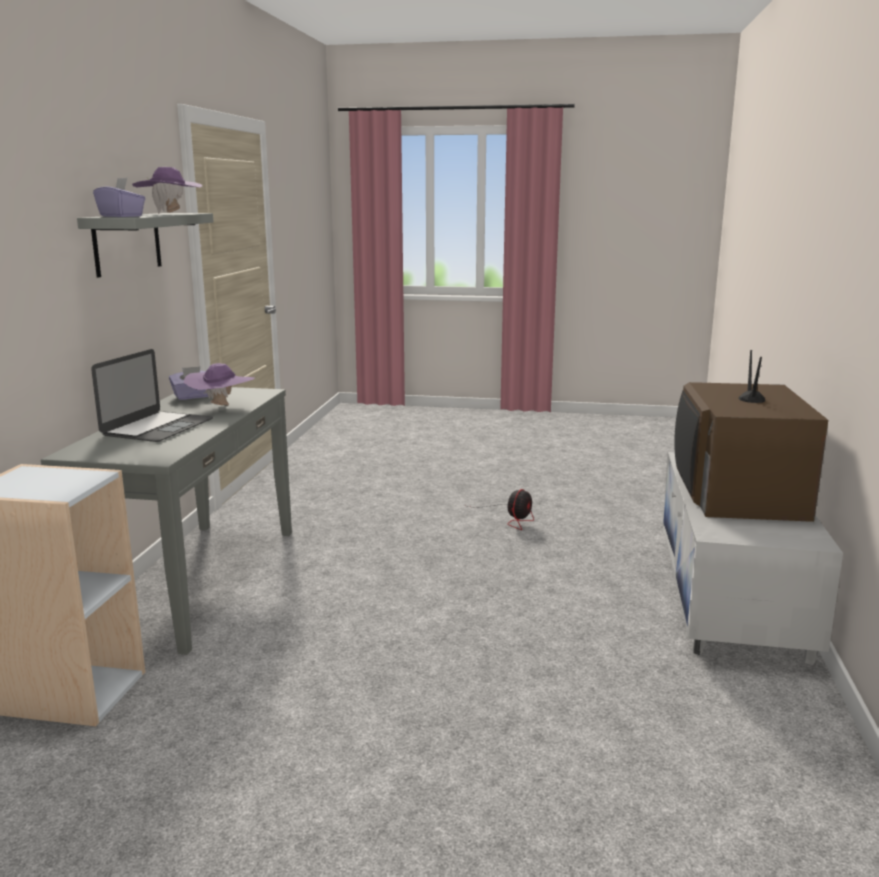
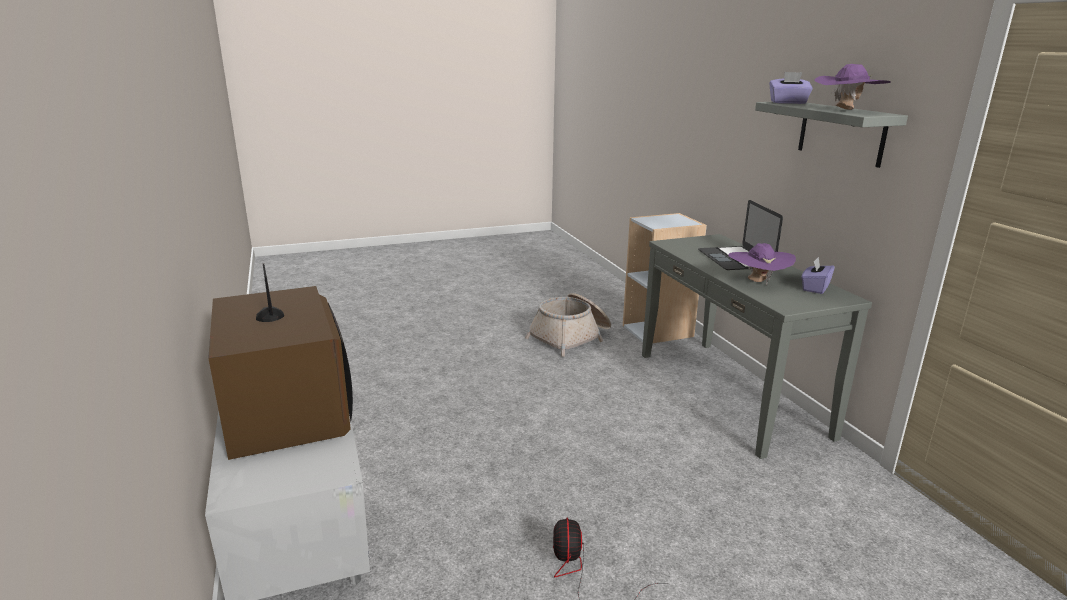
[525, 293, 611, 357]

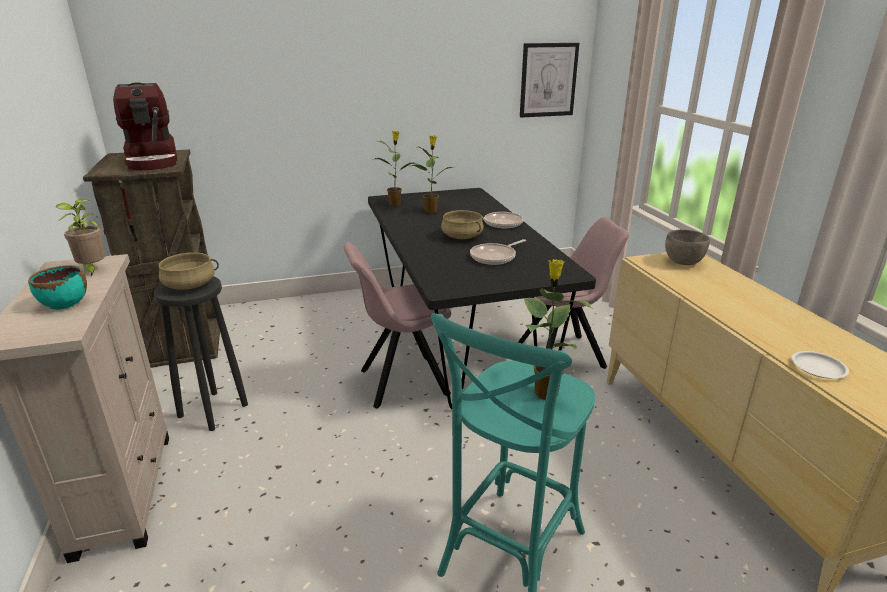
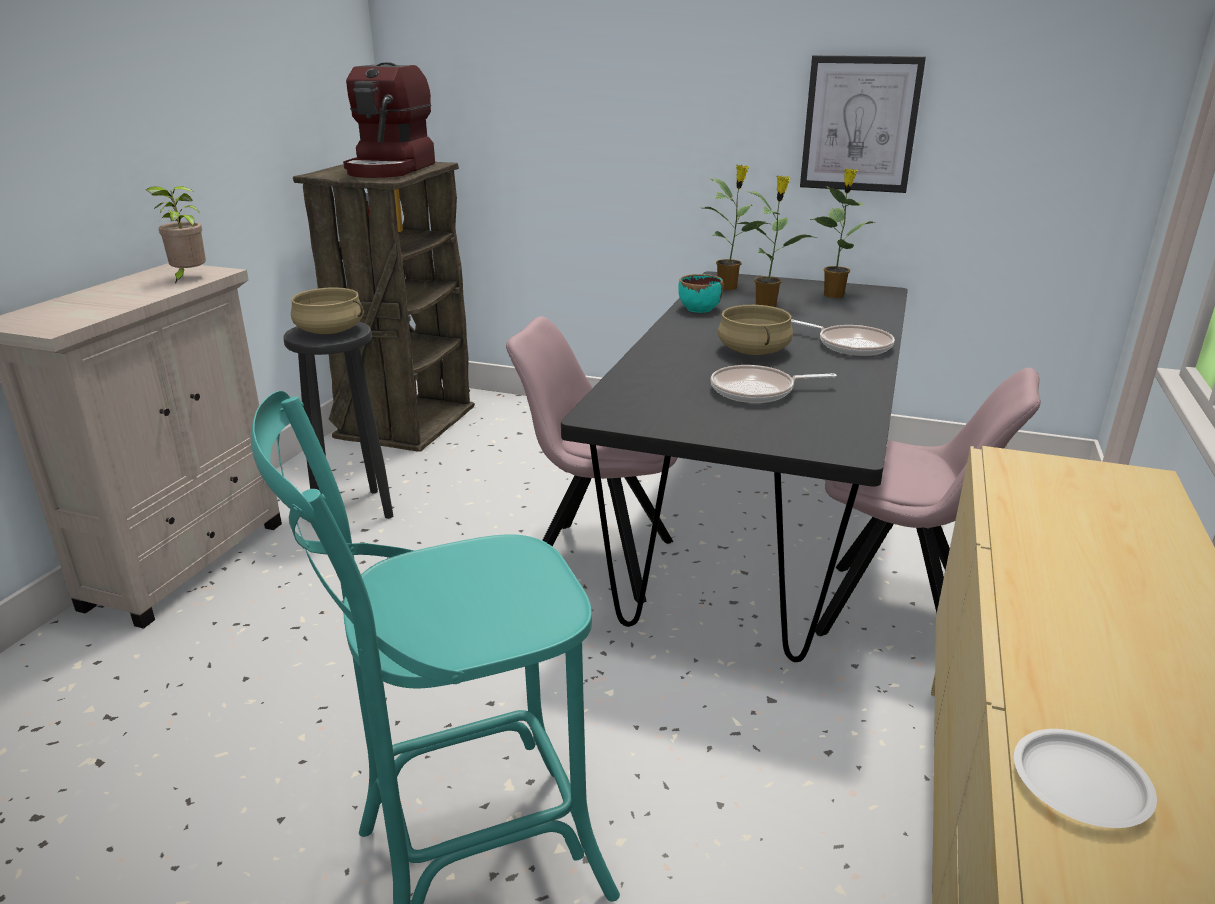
[665, 229, 710, 265] (first image)
[678, 274, 723, 313]
[800, 55, 926, 193]
[810, 169, 876, 298]

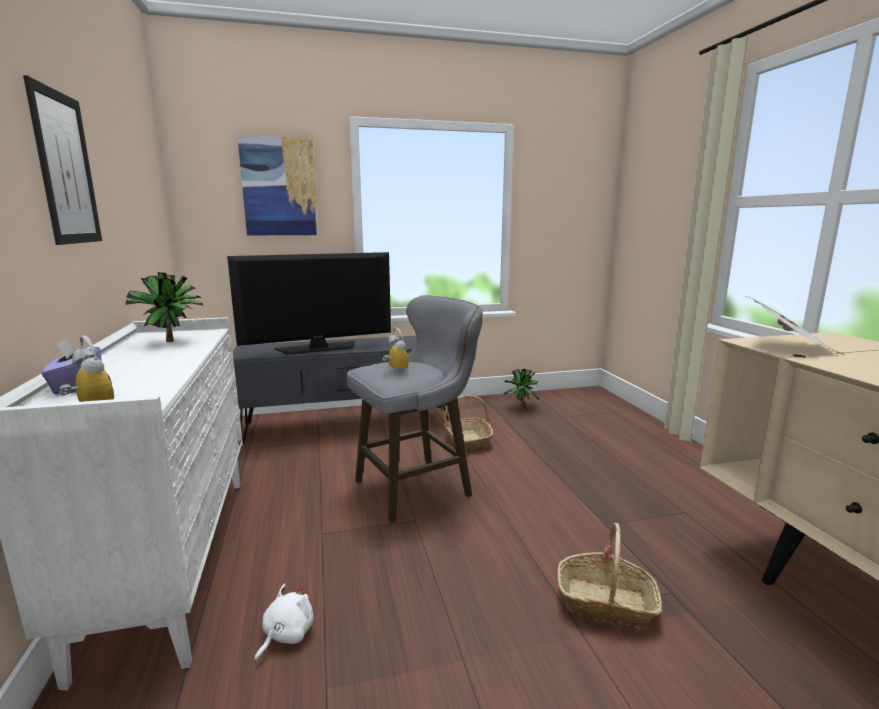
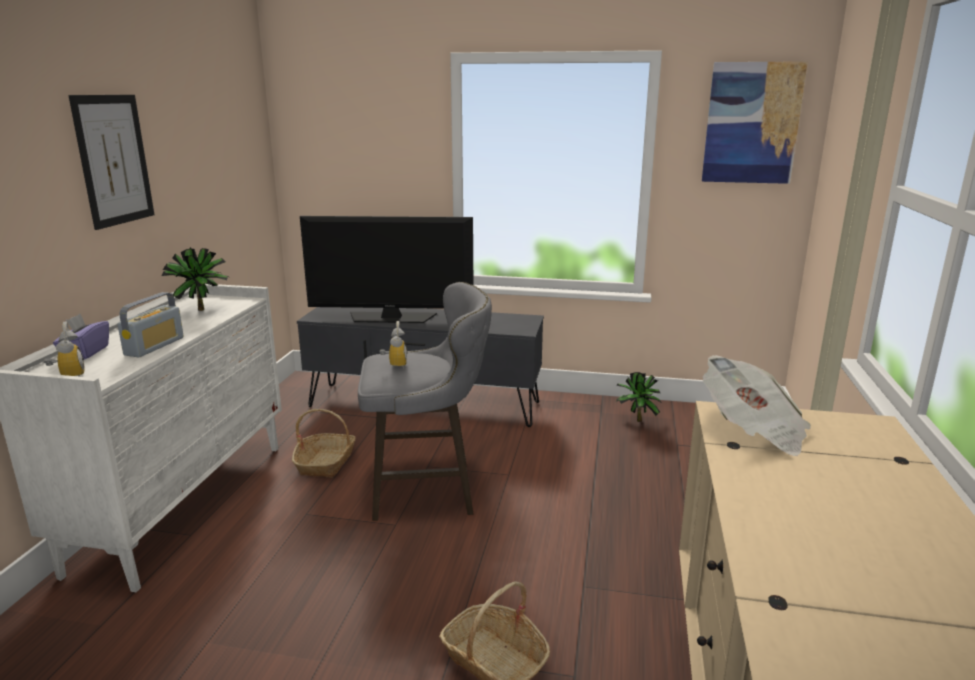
[254, 584, 313, 662] (first image)
[118, 292, 184, 357]
[702, 61, 808, 184]
[292, 409, 356, 478]

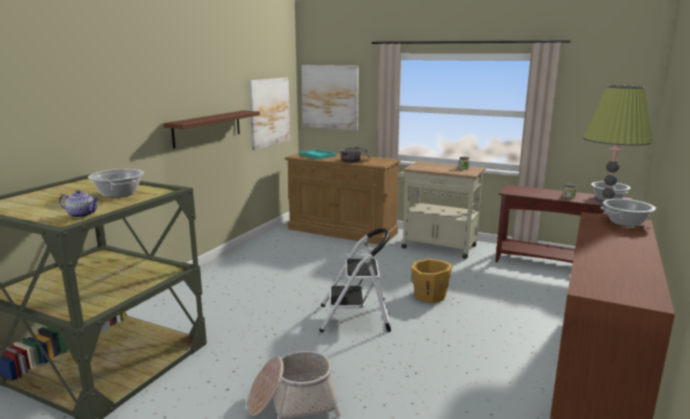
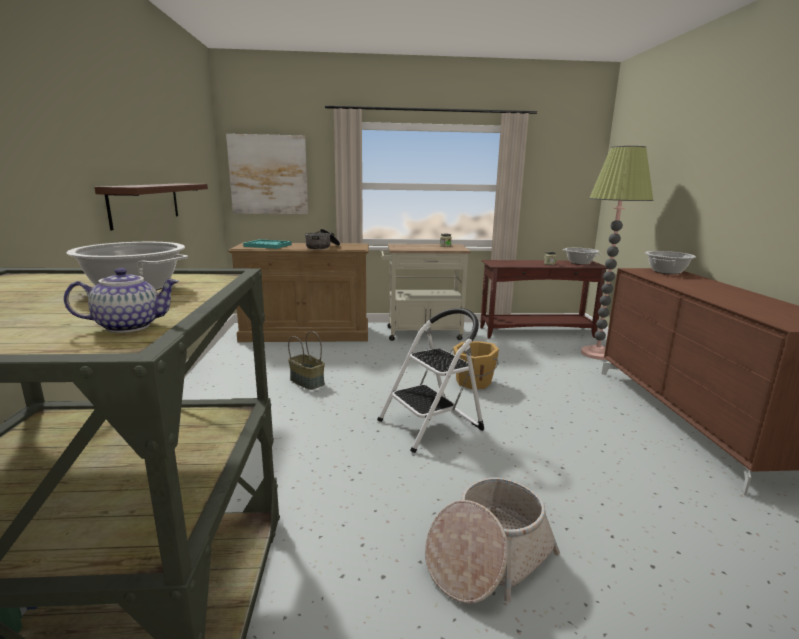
[248, 78, 290, 150] (first image)
[288, 331, 325, 390]

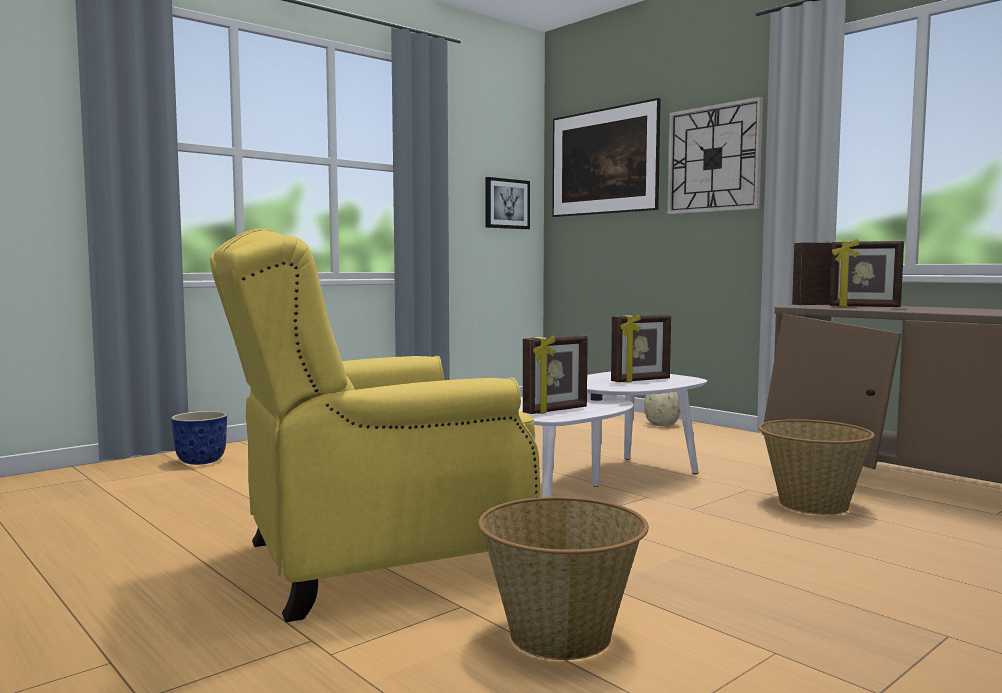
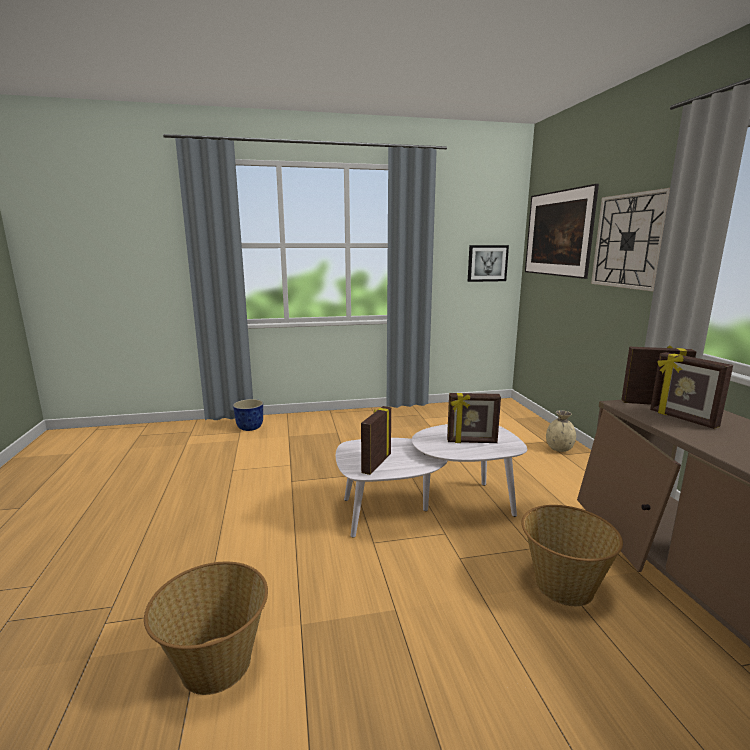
[210, 229, 540, 622] (first image)
[361, 406, 391, 475]

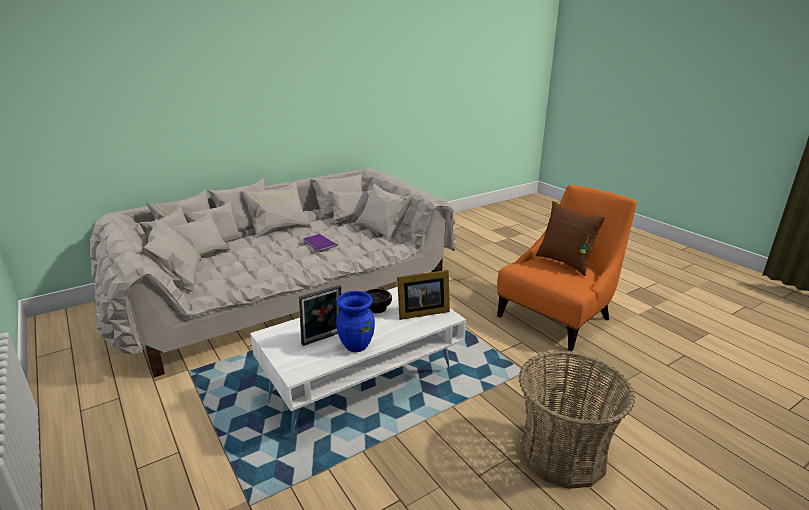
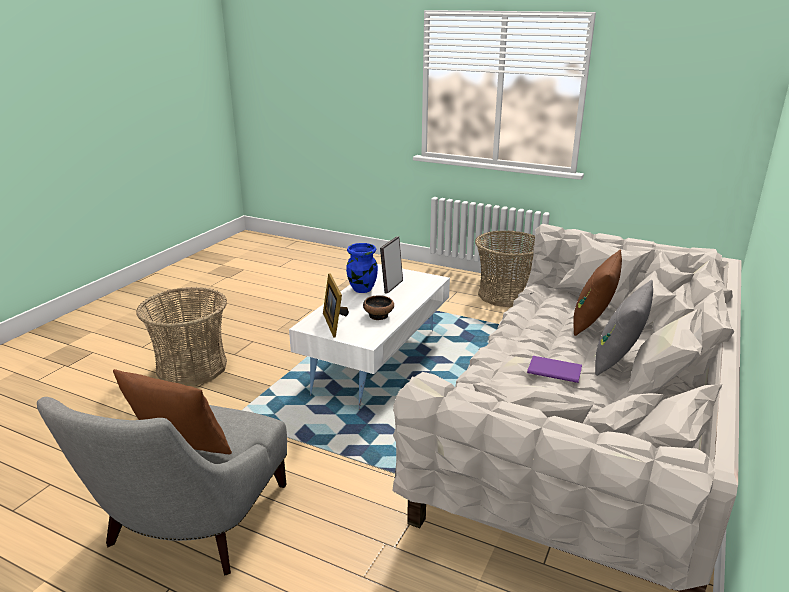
[475, 230, 535, 307]
[573, 250, 622, 336]
[595, 280, 653, 376]
[37, 397, 287, 576]
[323, 273, 349, 337]

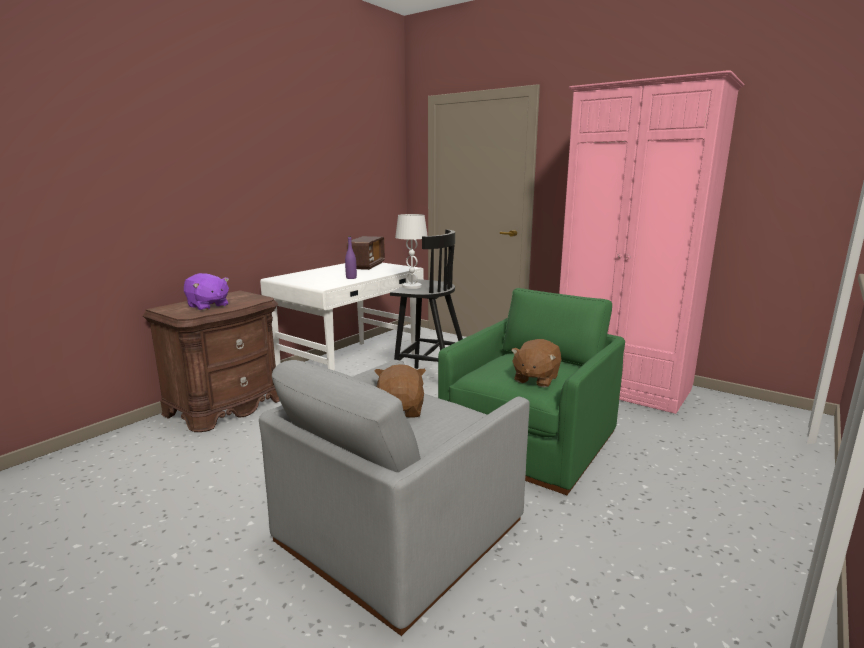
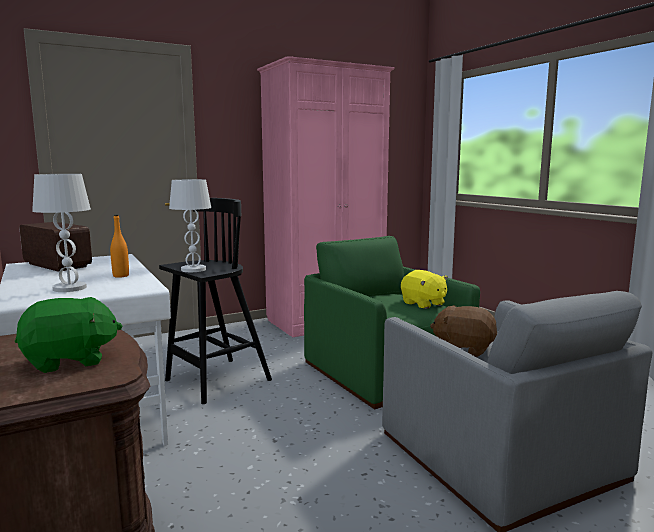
[32, 174, 91, 292]
[15, 297, 122, 373]
[110, 215, 129, 278]
[401, 270, 448, 309]

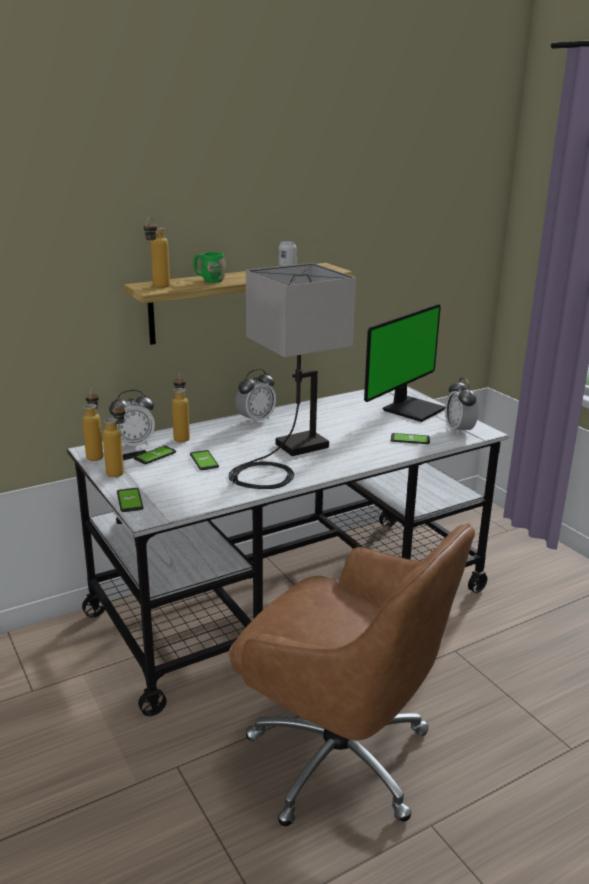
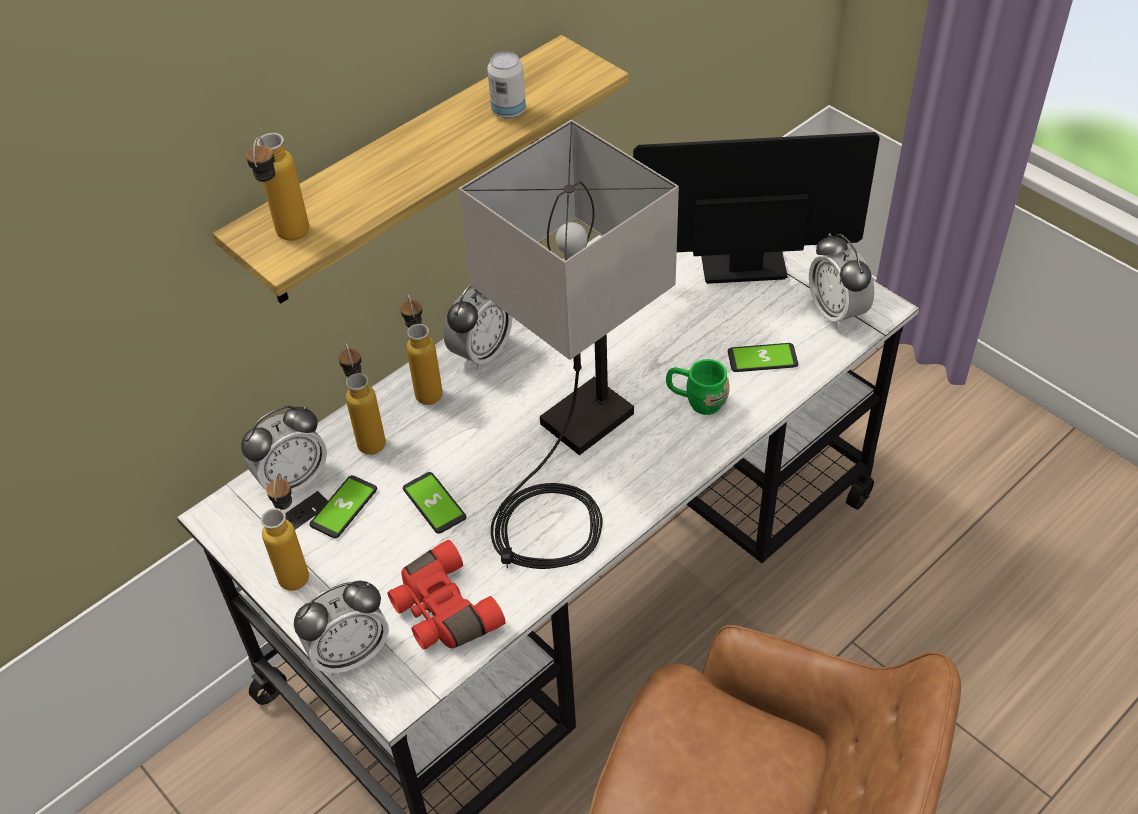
[388, 540, 506, 650]
[400, 295, 443, 405]
[666, 359, 730, 415]
[294, 581, 389, 676]
[633, 132, 880, 284]

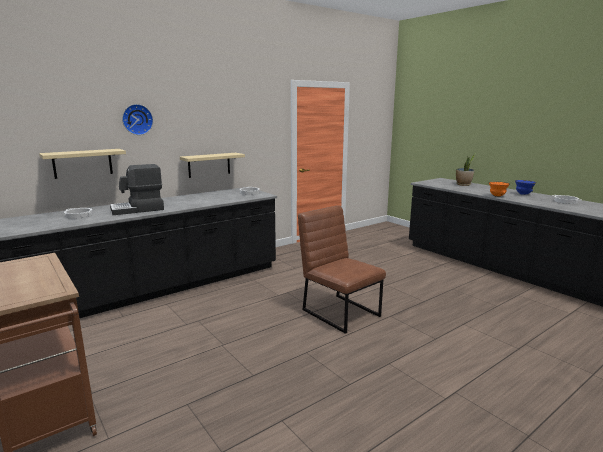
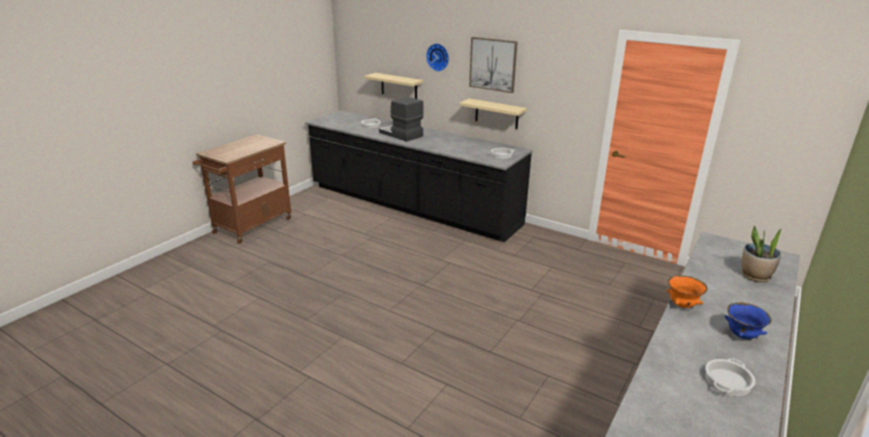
[298, 205, 386, 334] (first image)
[469, 37, 517, 93]

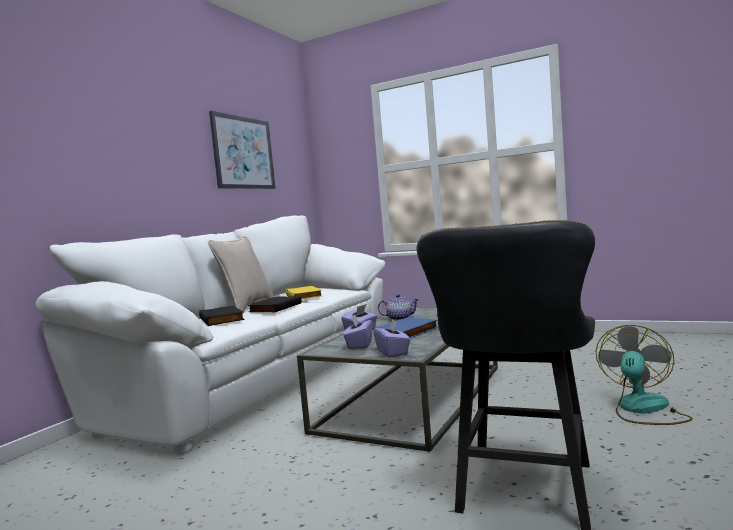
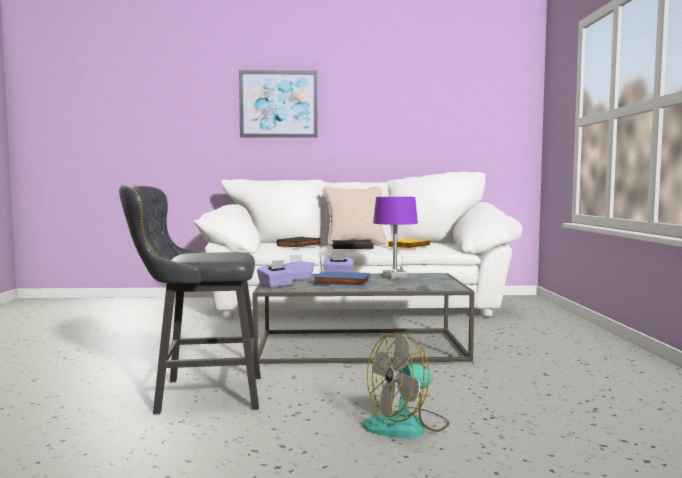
[239, 70, 317, 138]
[373, 197, 418, 279]
[363, 331, 450, 438]

